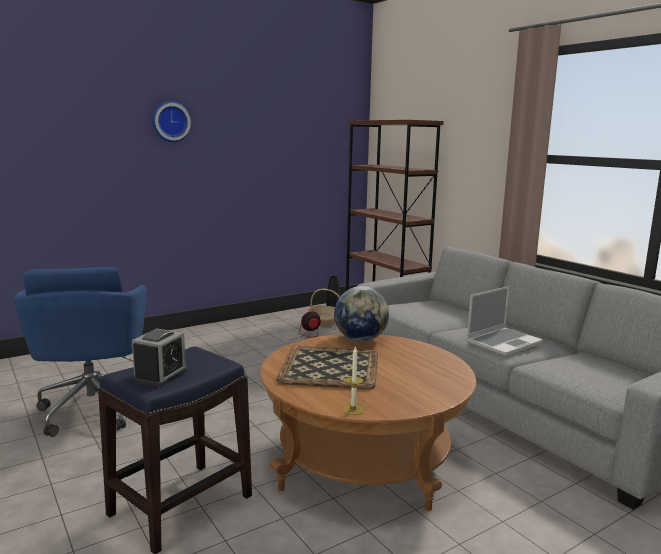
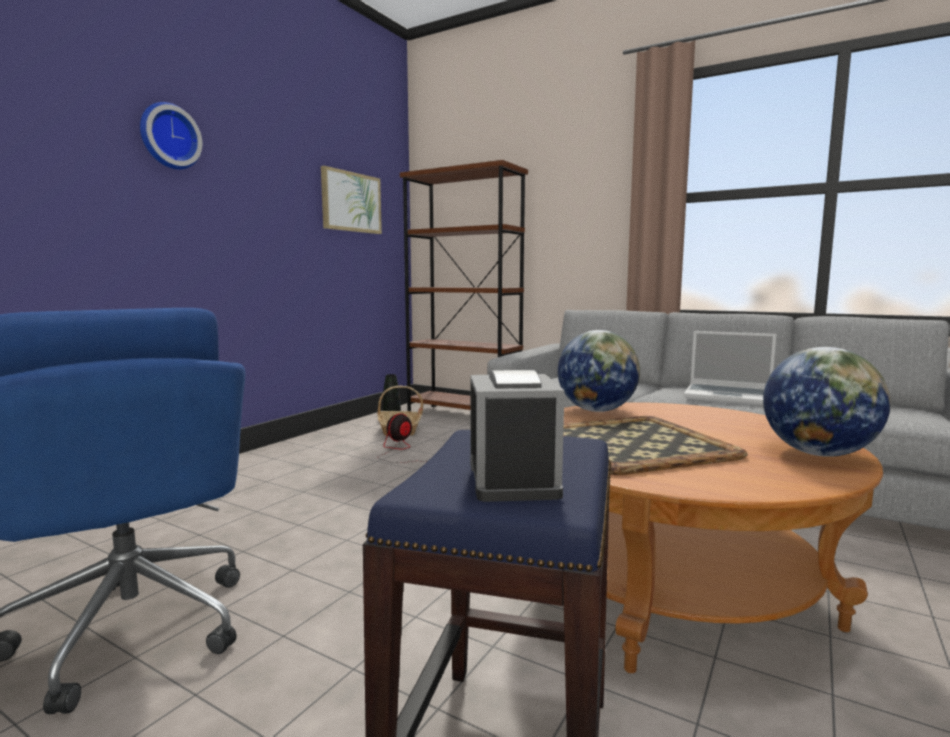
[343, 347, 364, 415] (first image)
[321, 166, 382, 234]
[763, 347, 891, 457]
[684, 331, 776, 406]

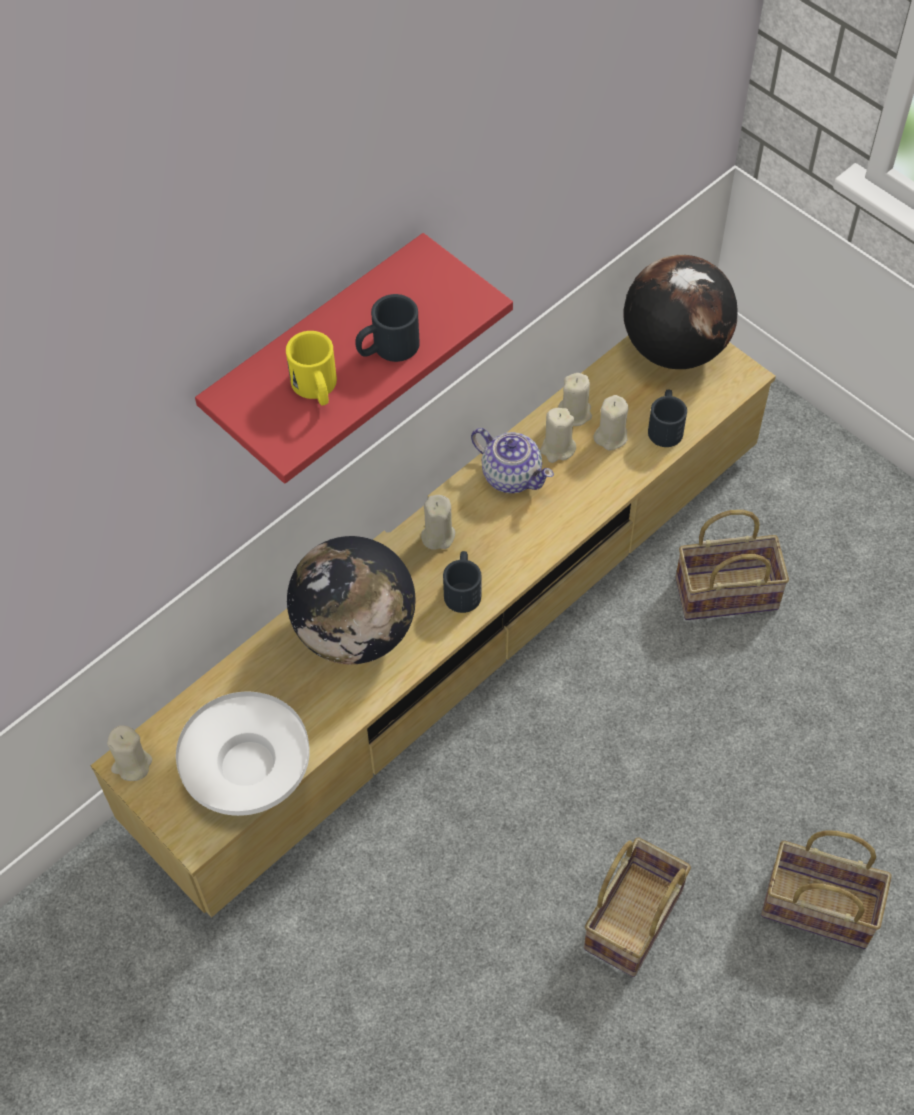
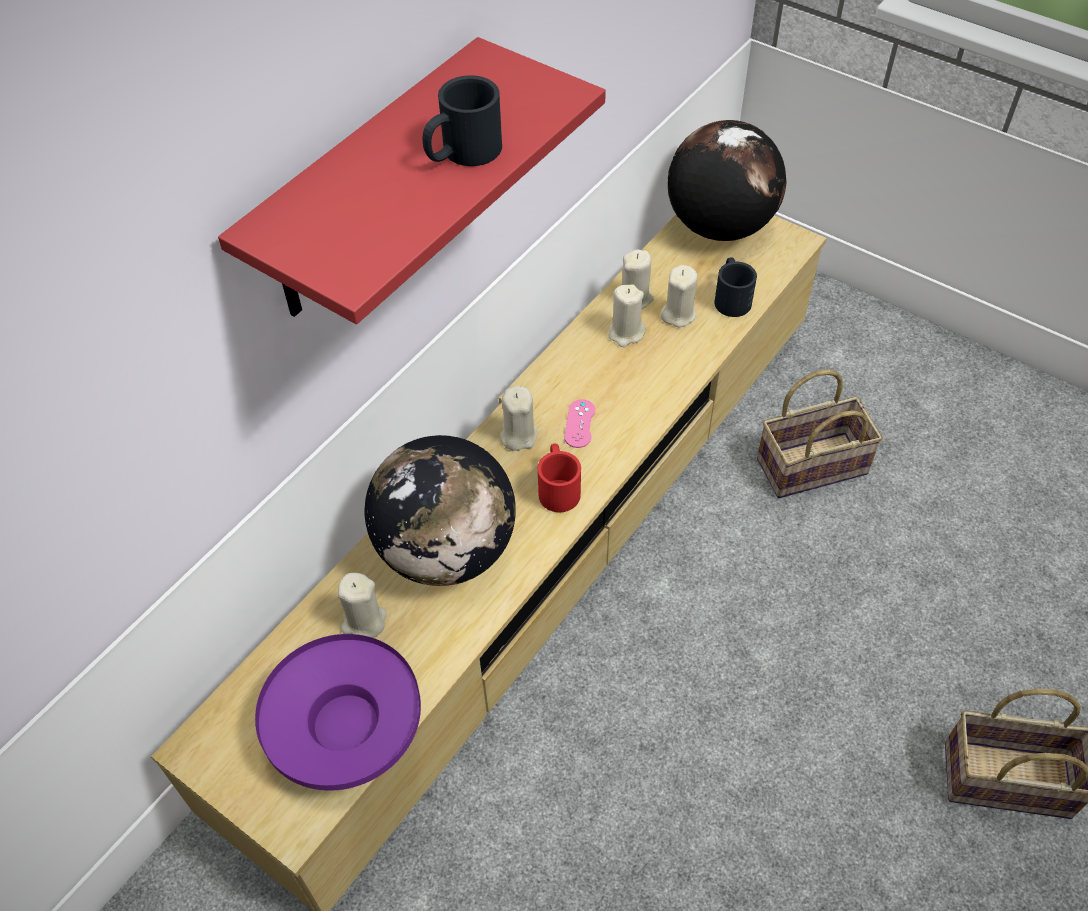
[286, 331, 337, 406] (first image)
[471, 428, 554, 493] (first image)
[584, 837, 691, 977] (first image)
[564, 399, 595, 448]
[338, 573, 386, 638]
[255, 634, 421, 791]
[538, 444, 581, 512]

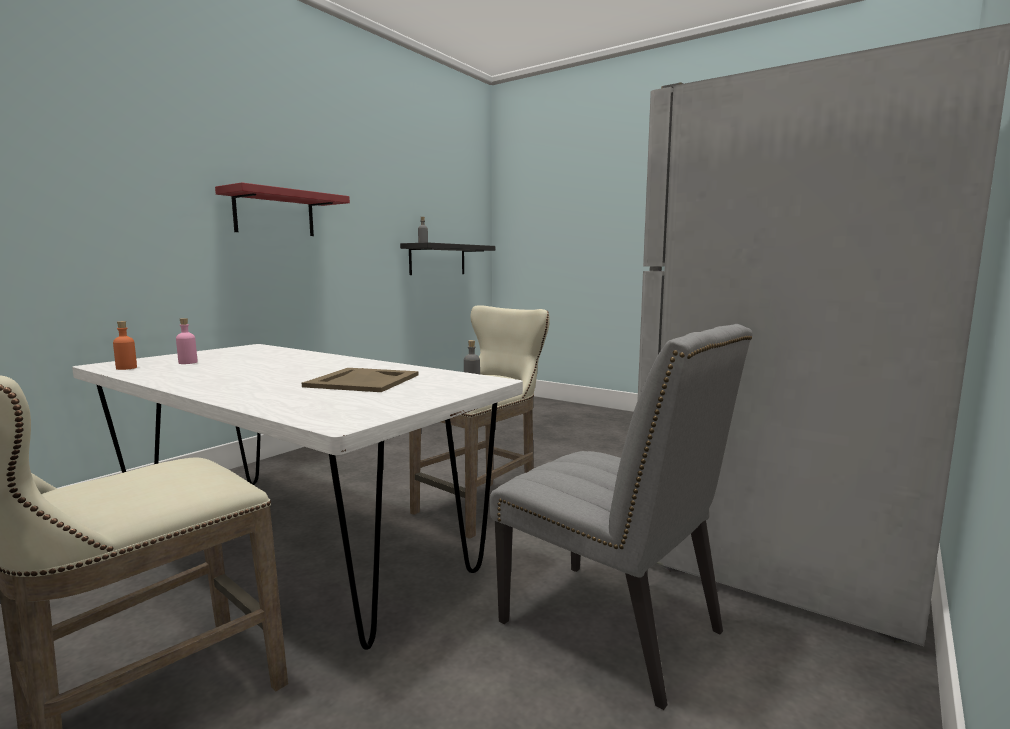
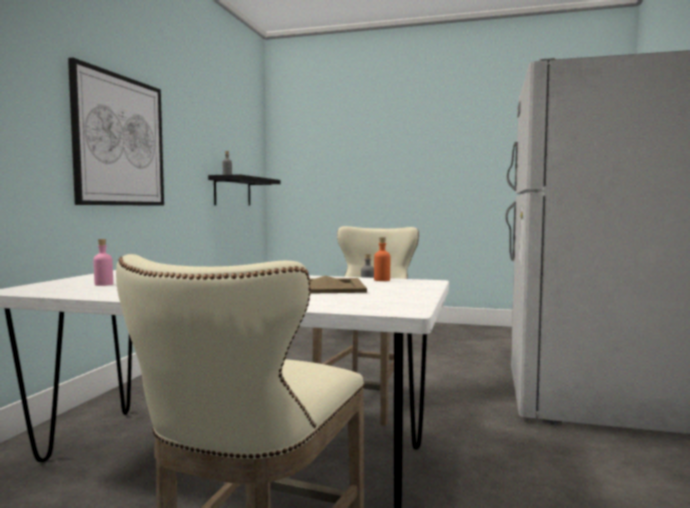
[489, 324, 753, 710] (first image)
[374, 237, 390, 281]
[68, 58, 164, 206]

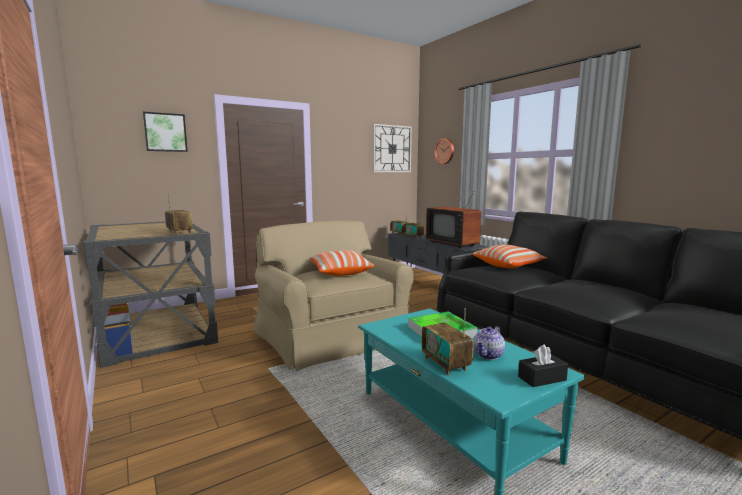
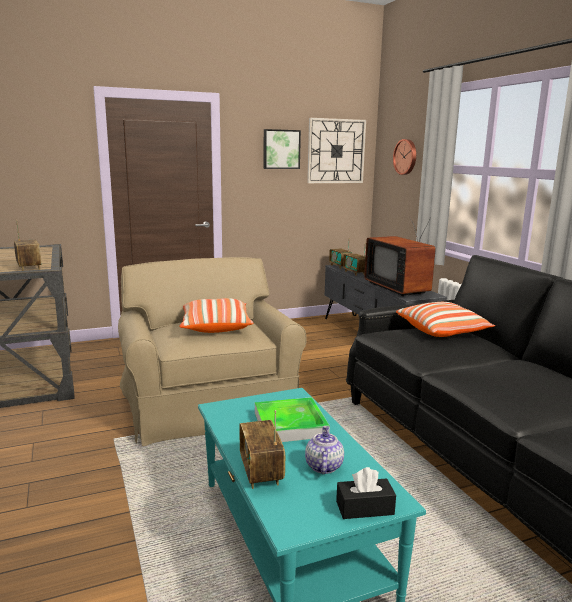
[264, 129, 301, 169]
[305, 426, 344, 474]

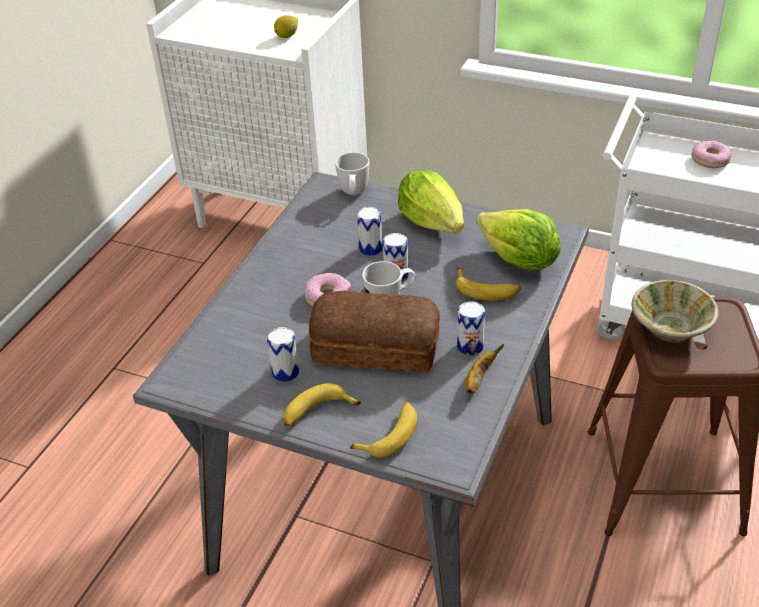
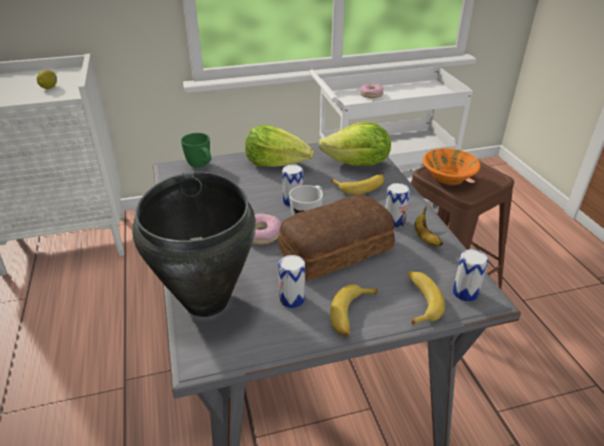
[132, 171, 256, 317]
[453, 249, 488, 302]
[181, 133, 211, 167]
[423, 148, 480, 186]

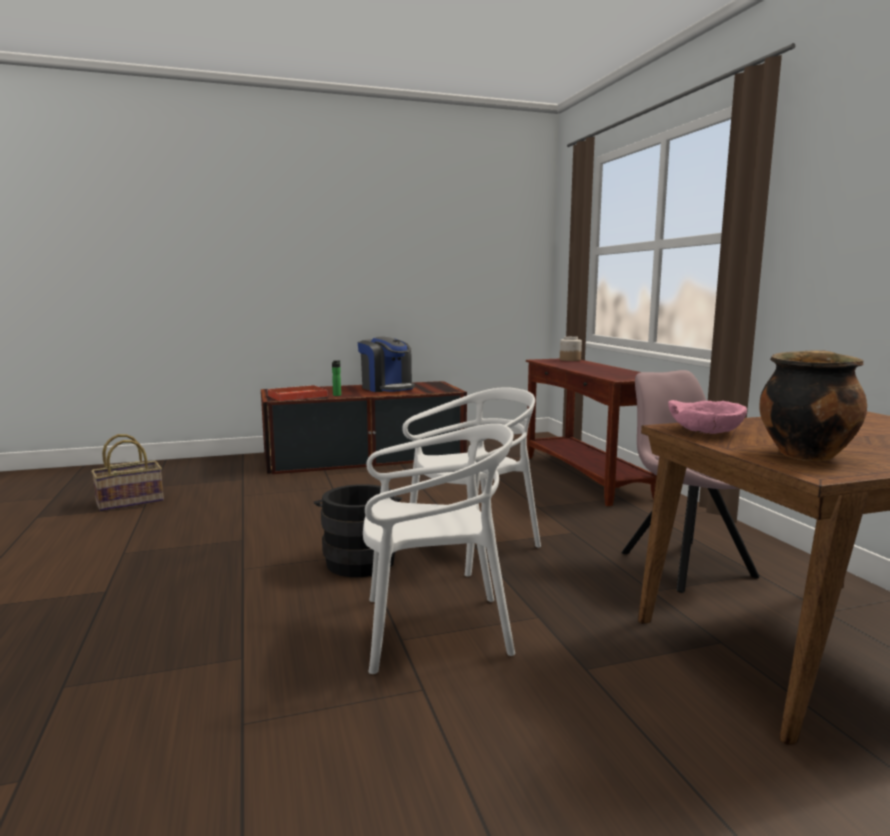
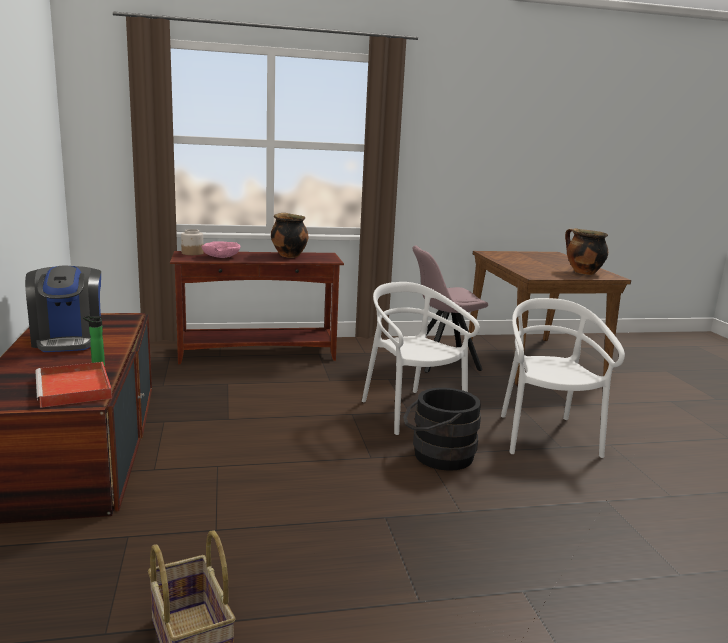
[271, 213, 308, 258]
[201, 241, 241, 258]
[25, 266, 101, 352]

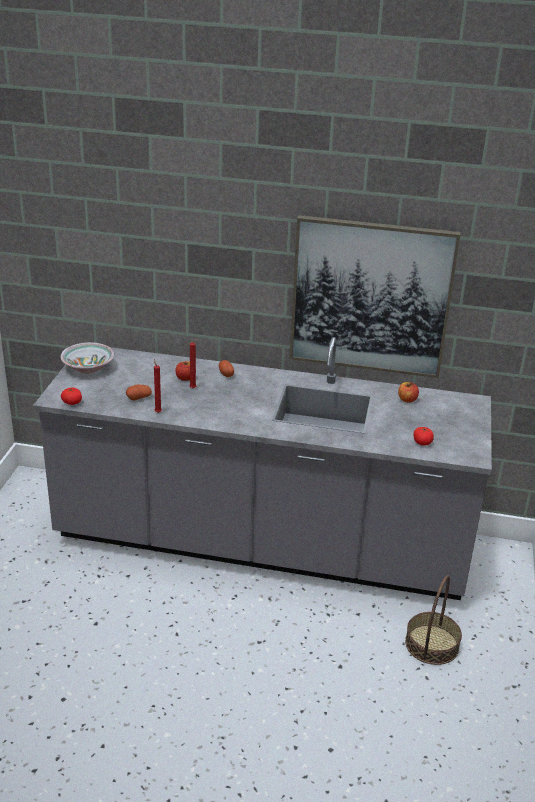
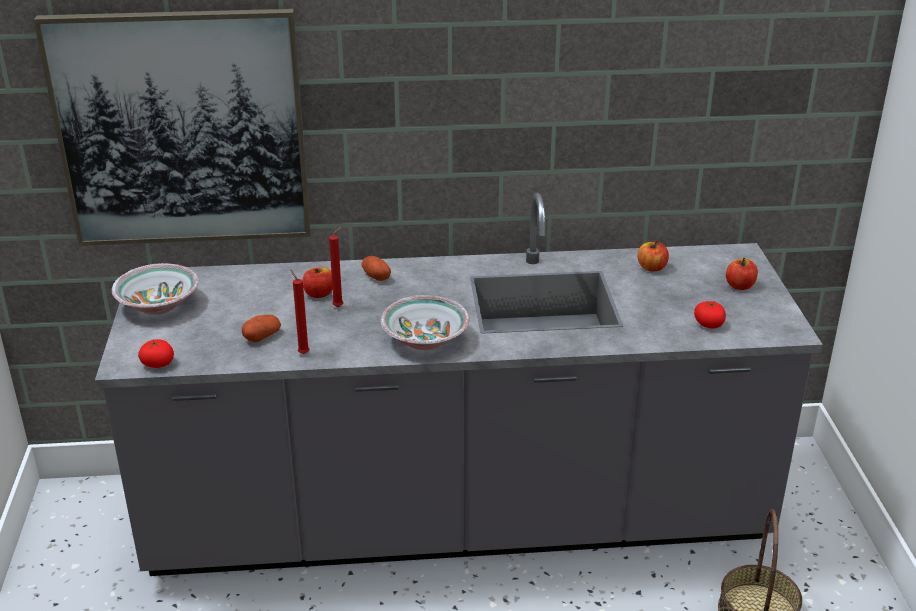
[380, 295, 469, 350]
[726, 258, 758, 290]
[34, 9, 311, 246]

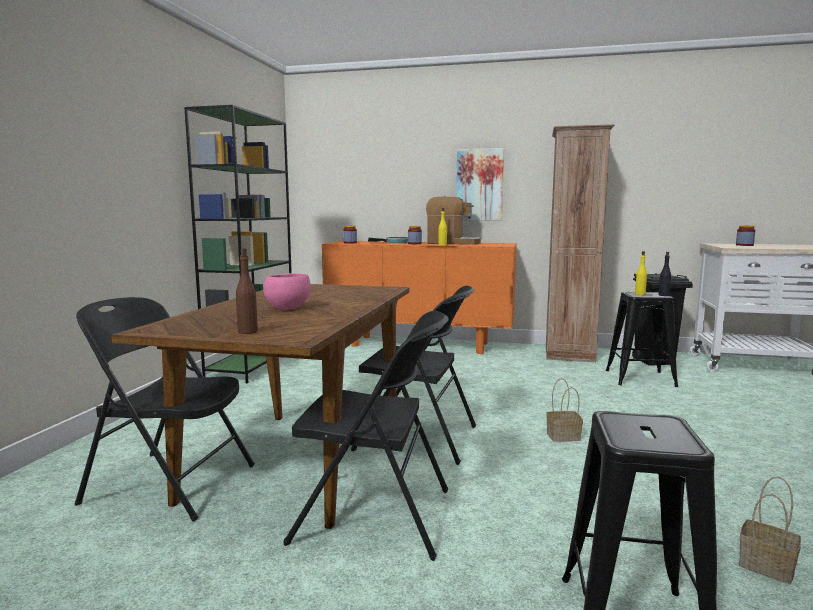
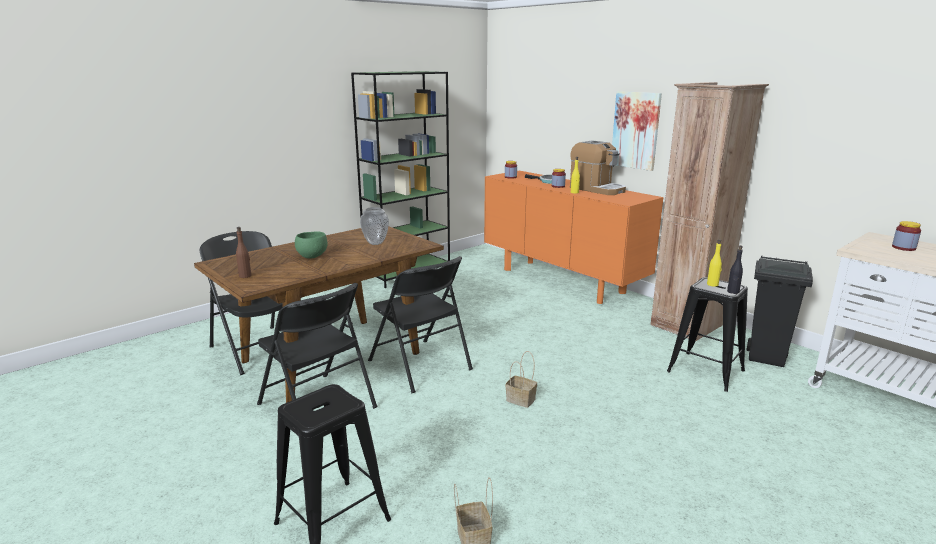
[360, 207, 389, 245]
[295, 231, 328, 259]

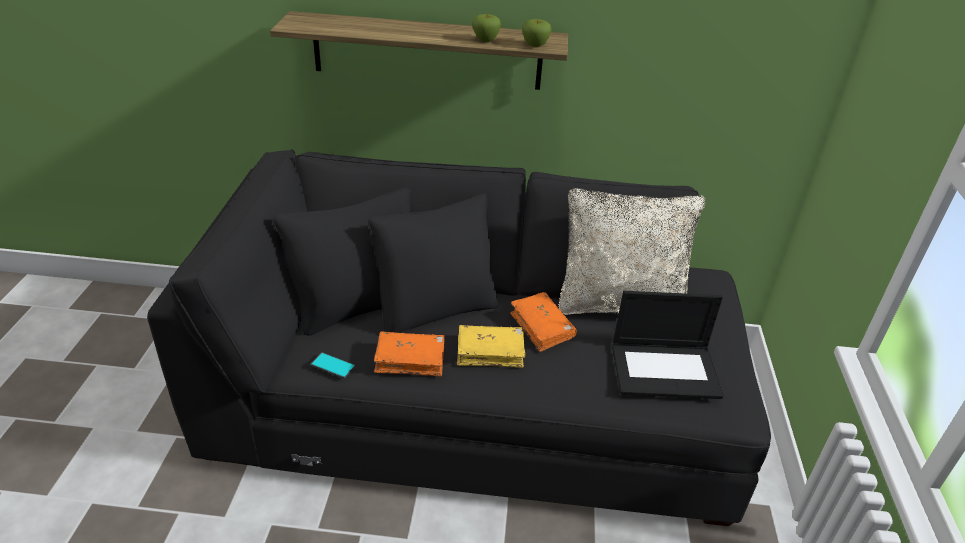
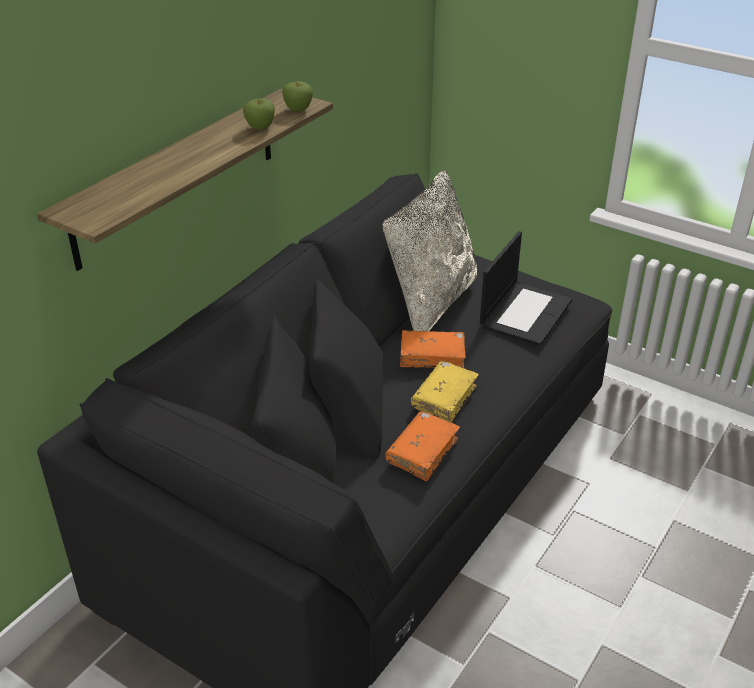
[311, 352, 355, 379] (first image)

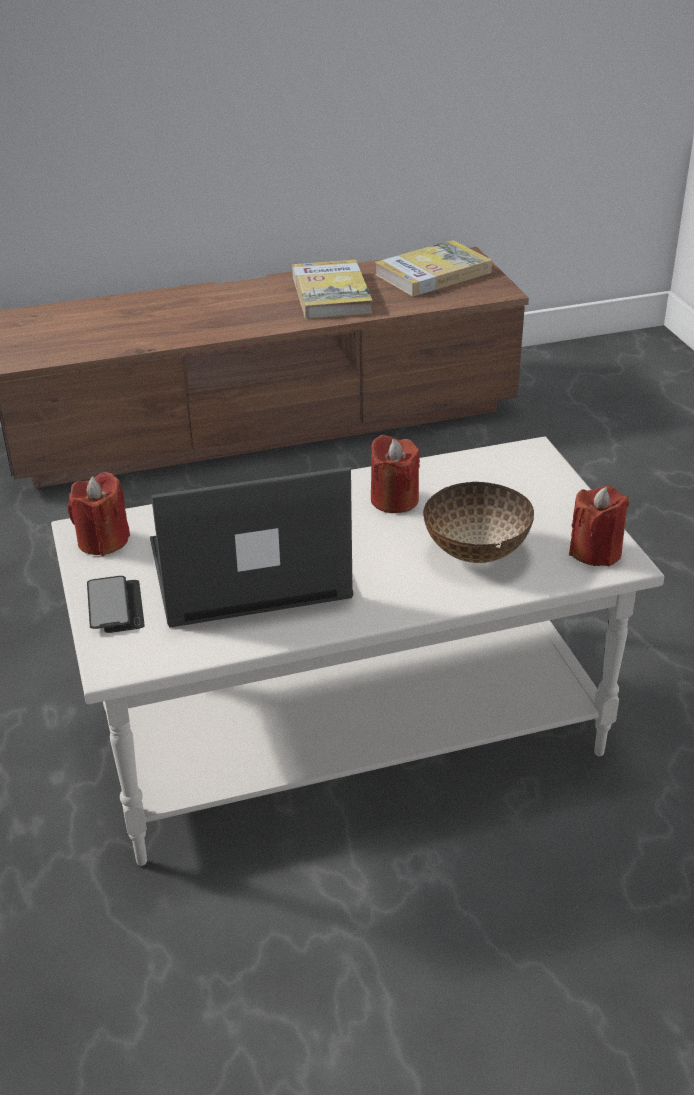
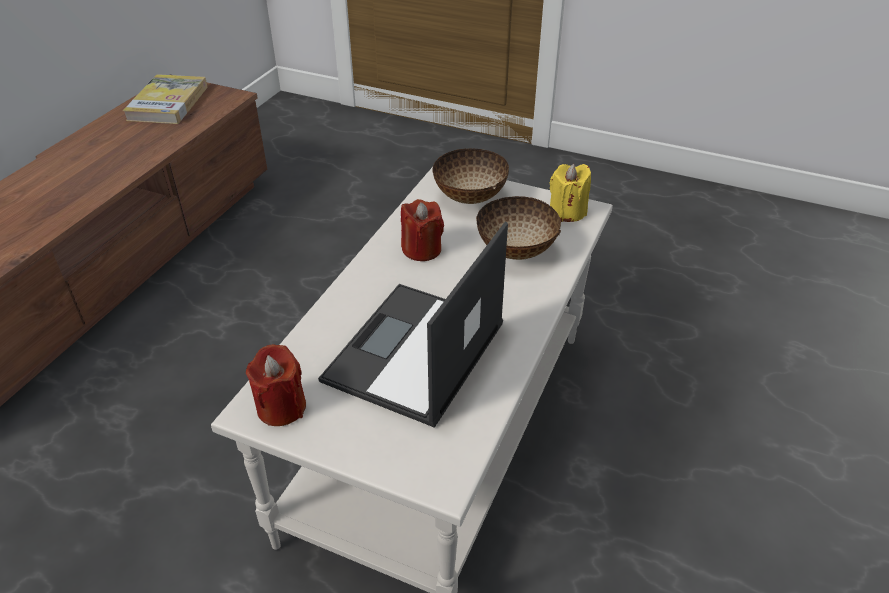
[87, 576, 145, 633] (first image)
[292, 260, 373, 319] (first image)
[432, 148, 509, 204]
[550, 164, 591, 222]

